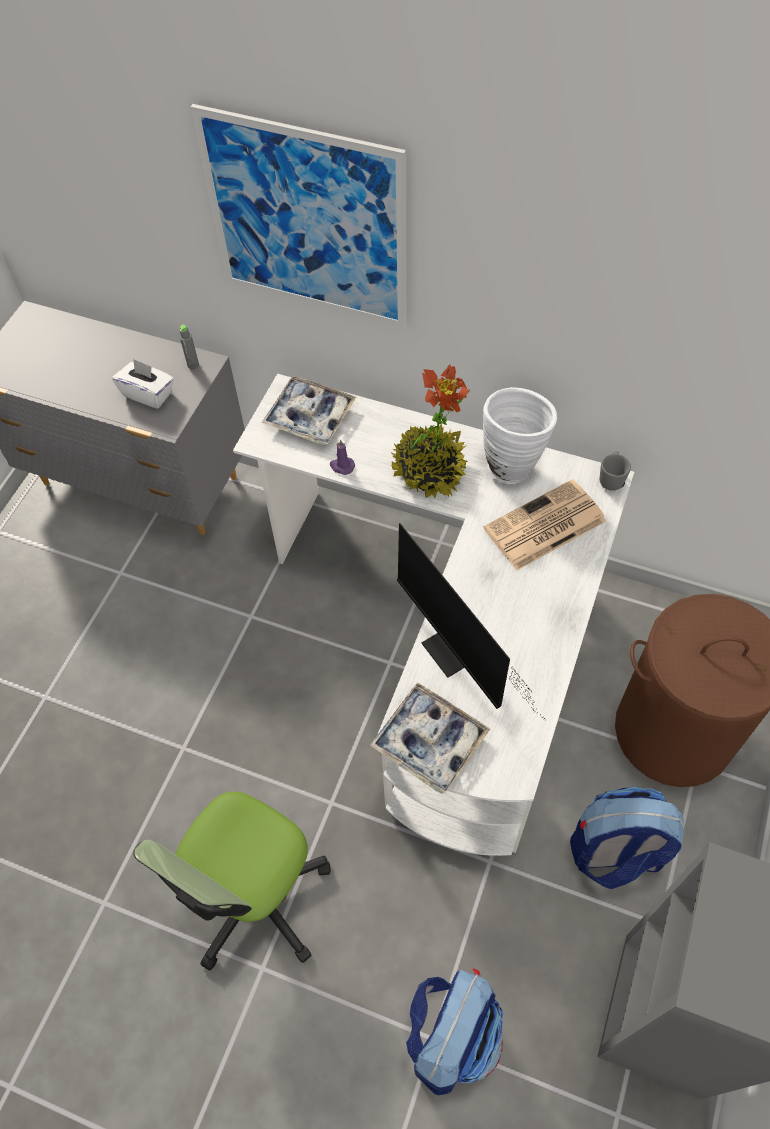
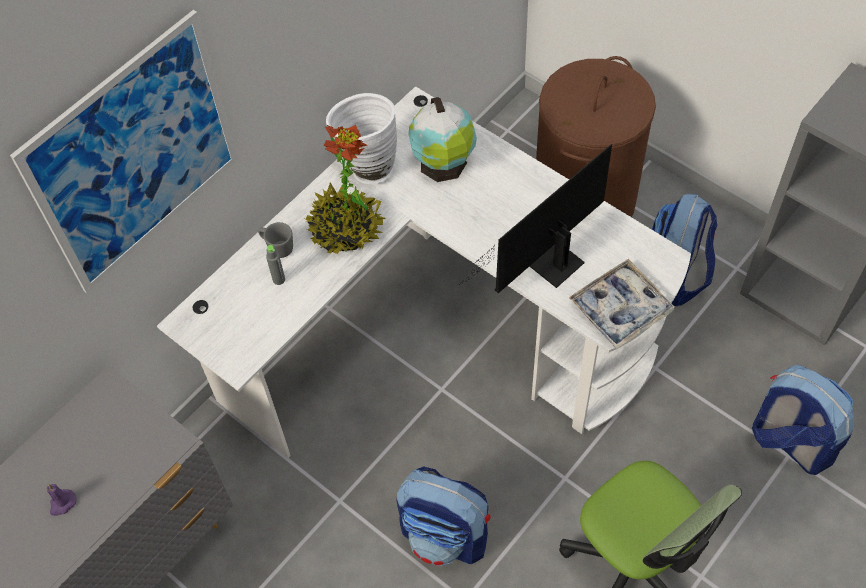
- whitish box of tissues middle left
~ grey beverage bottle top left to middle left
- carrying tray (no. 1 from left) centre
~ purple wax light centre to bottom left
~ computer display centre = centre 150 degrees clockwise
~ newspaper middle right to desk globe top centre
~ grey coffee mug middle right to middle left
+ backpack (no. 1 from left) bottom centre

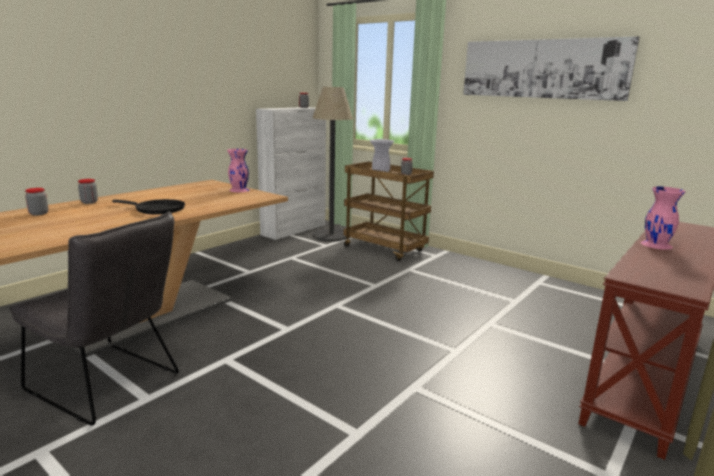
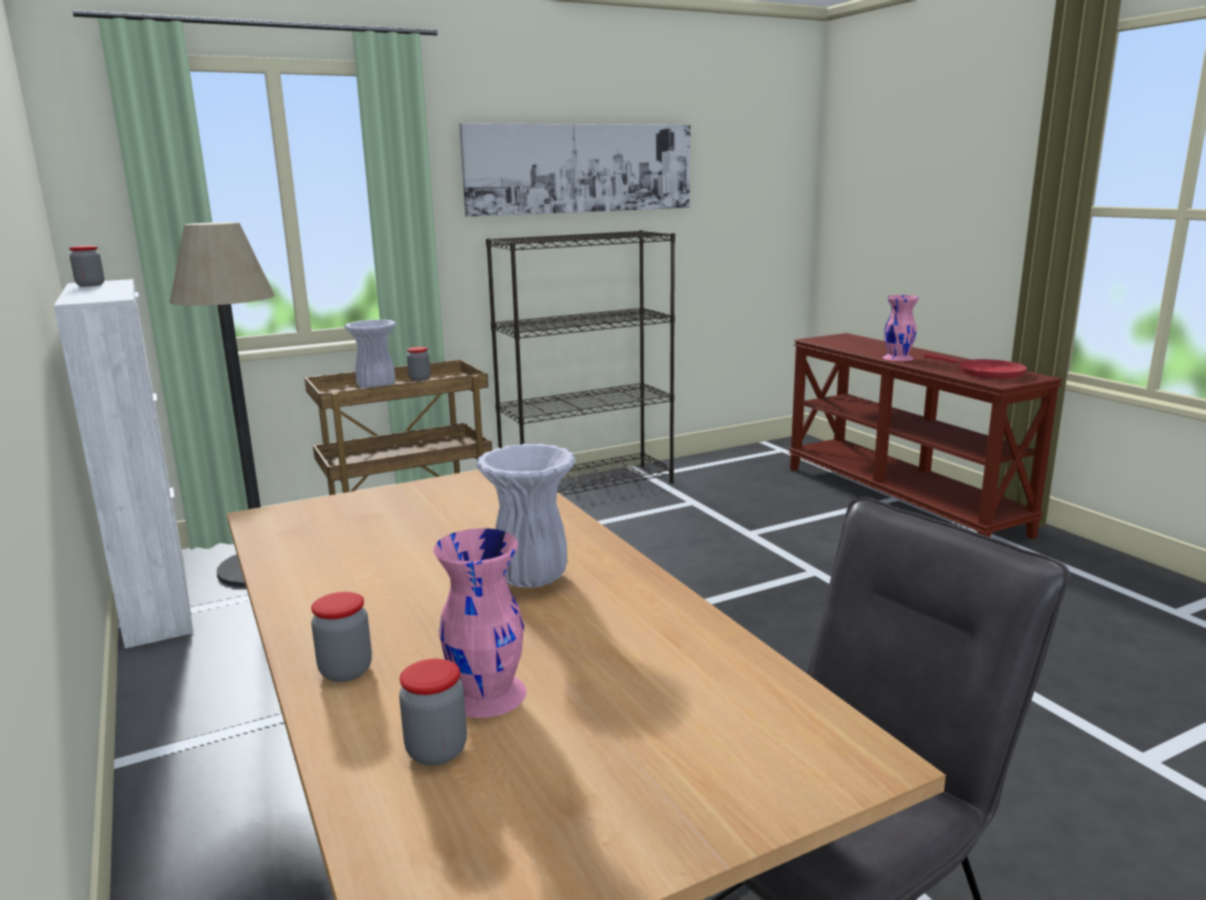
~ blackish pan middle left to whitish decorative vase (no. 2 from left) centre
~ pink decorative vase (no. 1 from left) centre to bottom centre
+ blackish shelving unit centre
+ red-coloured pan middle right

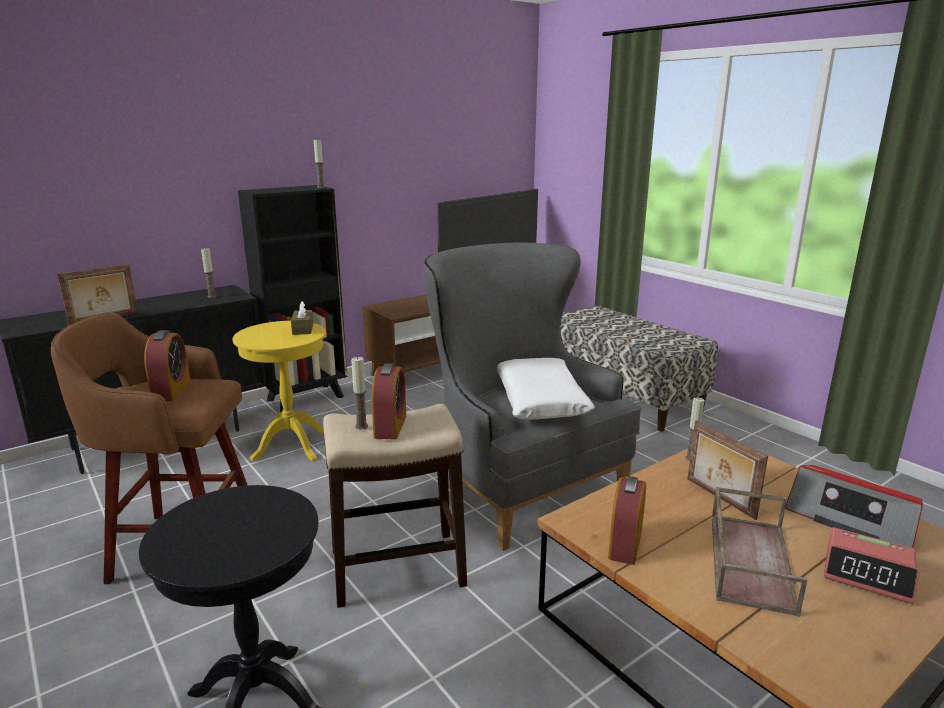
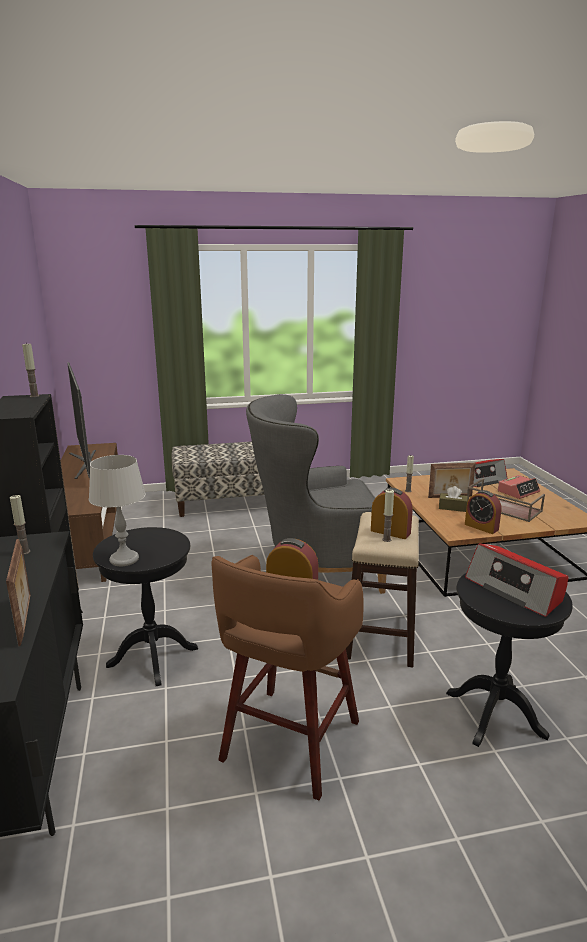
~ yellow accent table middle left to blackish accent table (no. 1 from left) middle left
~ brown-coloured box of tissues middle left to middle right
- whitish throw pillow centre
+ grey tabletop lamp middle left
+ radio set (no. 2 from left) middle right

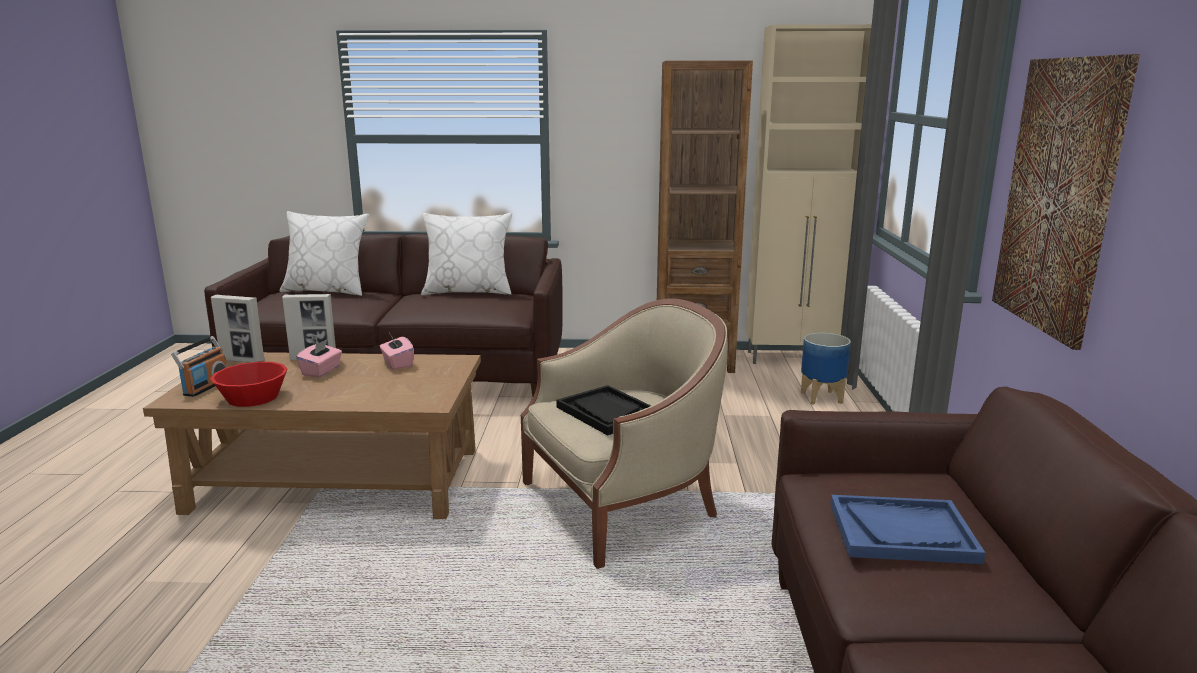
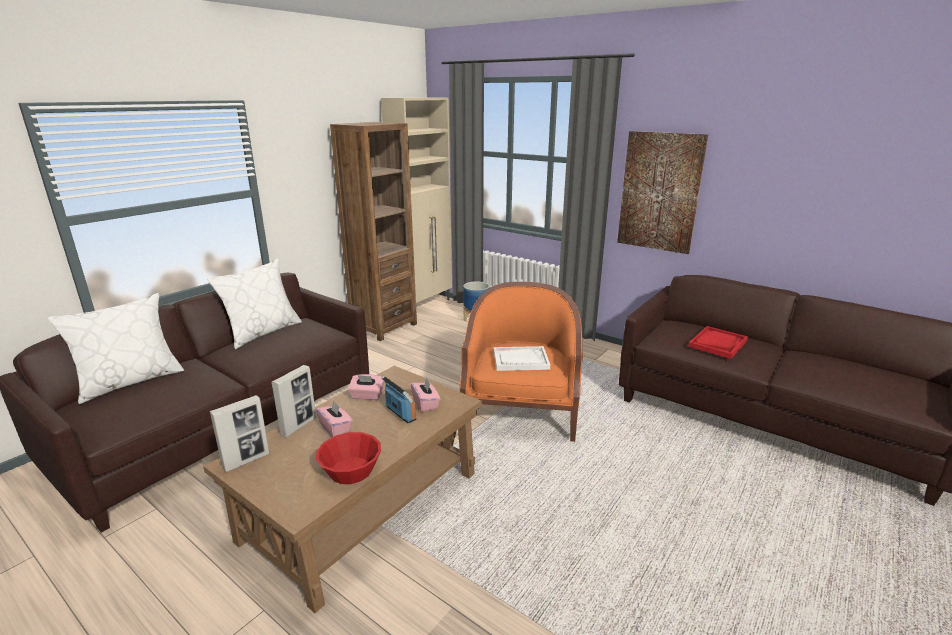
~ radio set middle left to centre
~ beige armchair centre to orange-coloured armchair centre
~ blackish carrying tray centre to whitish carrying tray centre
~ bluish carrying tray bottom right to red-coloured carrying tray middle right
+ pink box of tissues (no. 3 from left) centre

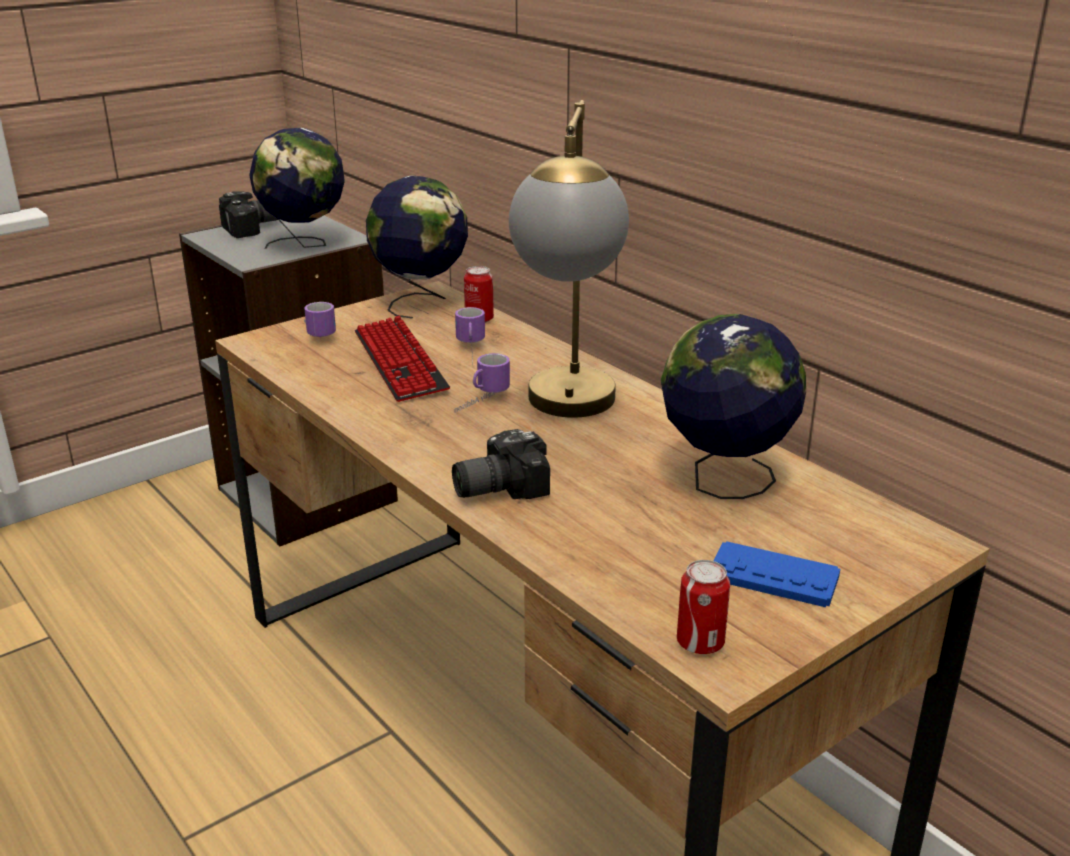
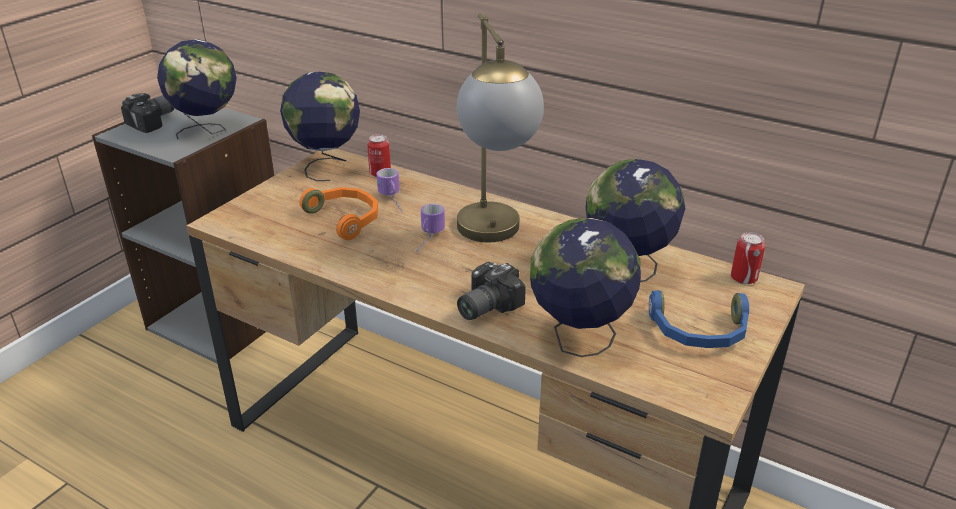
- coffee mug (no. 1 from left) middle left
~ computer keyboard centre to orange-coloured headset centre
~ can (no. 2 from left) bottom centre to middle right
~ bluish game controller bottom right to bluish headset middle right
+ desk globe (no. 3 from left) centre

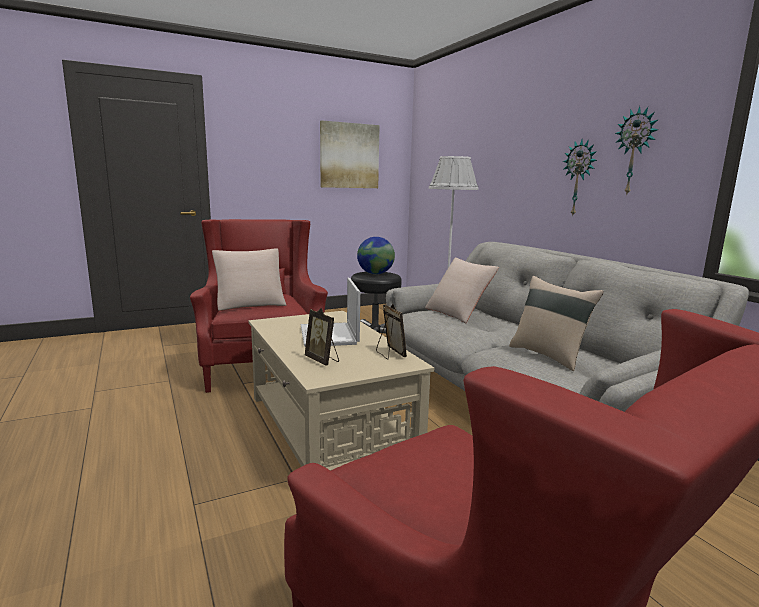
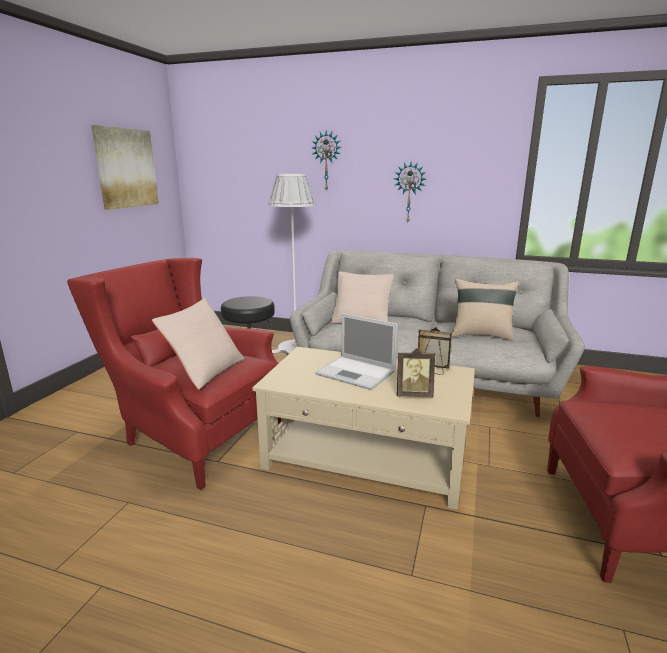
- desk globe centre
~ wall clock (no. 2 from left in the first image) top right to wall clock (no. 1 from left) top centre

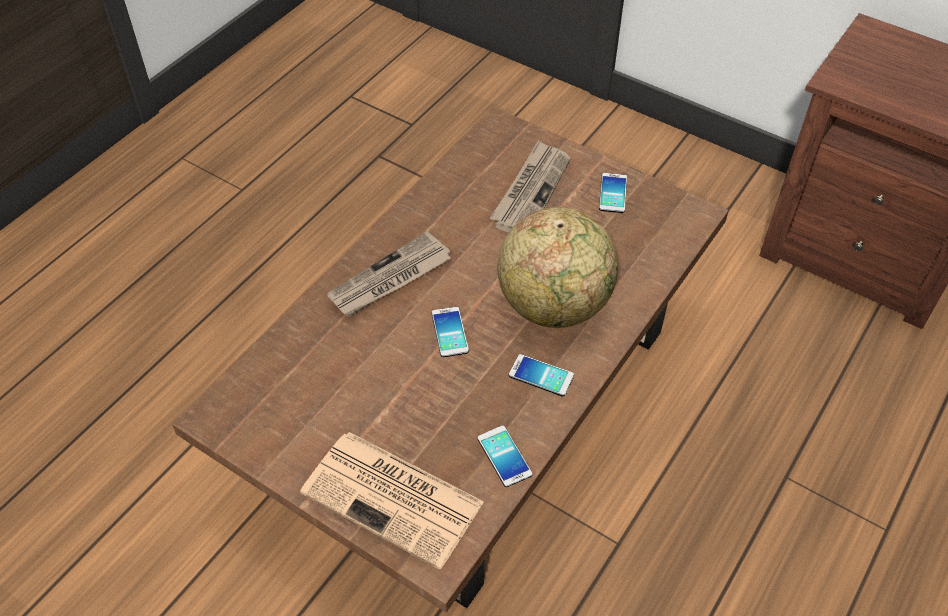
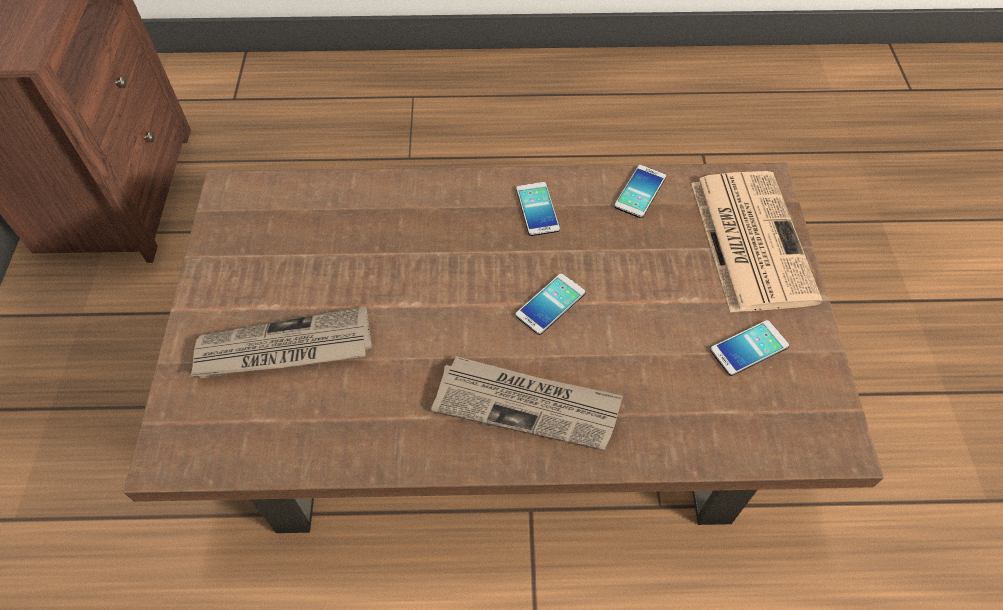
- desk globe centre
~ telephone (no. 4 from left) top centre to middle right

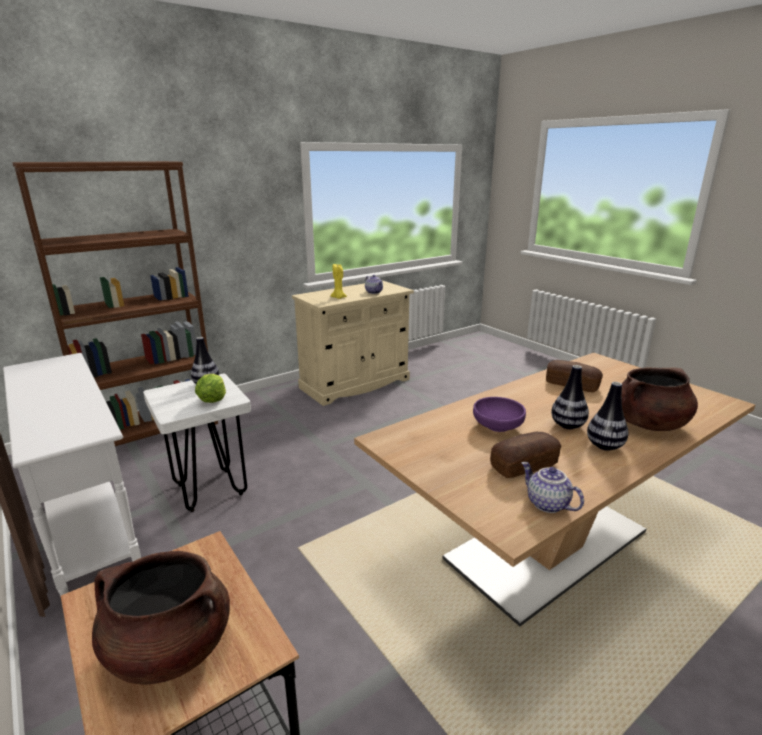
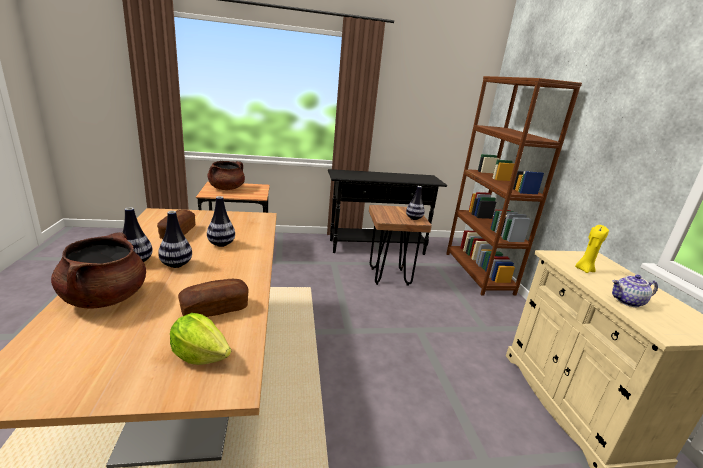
~ whitish narrow table middle left to blackish narrow table centre
~ whitish stool seat middle left to brown-coloured stool seat centre
~ lettuce head middle left to bottom left
~ purple serving bowl centre to decorative vase (no. 3 from left) middle left
- pot for tea (no. 2 from left) middle right

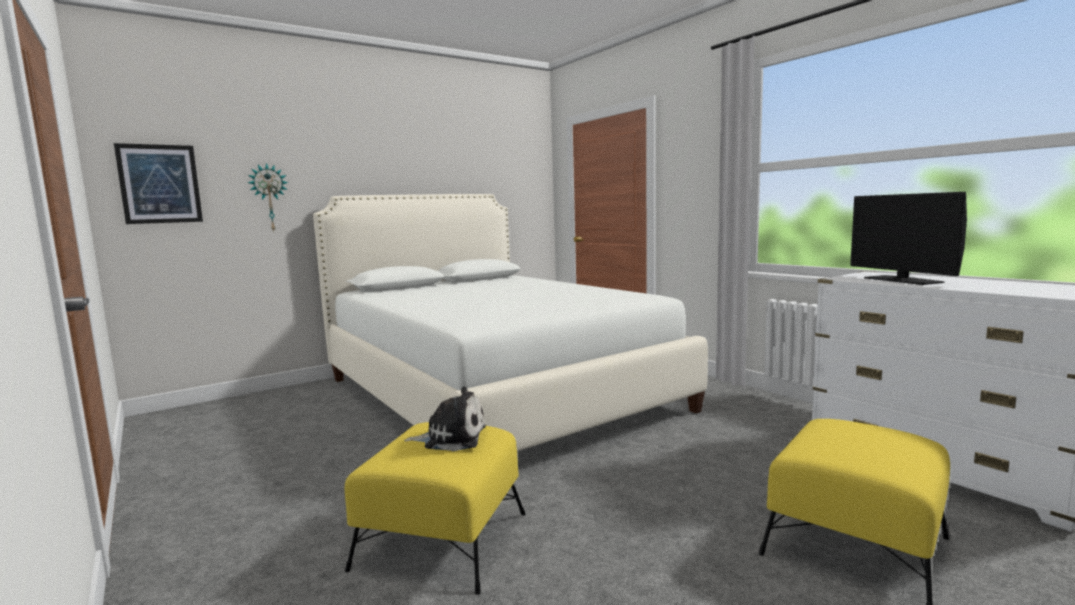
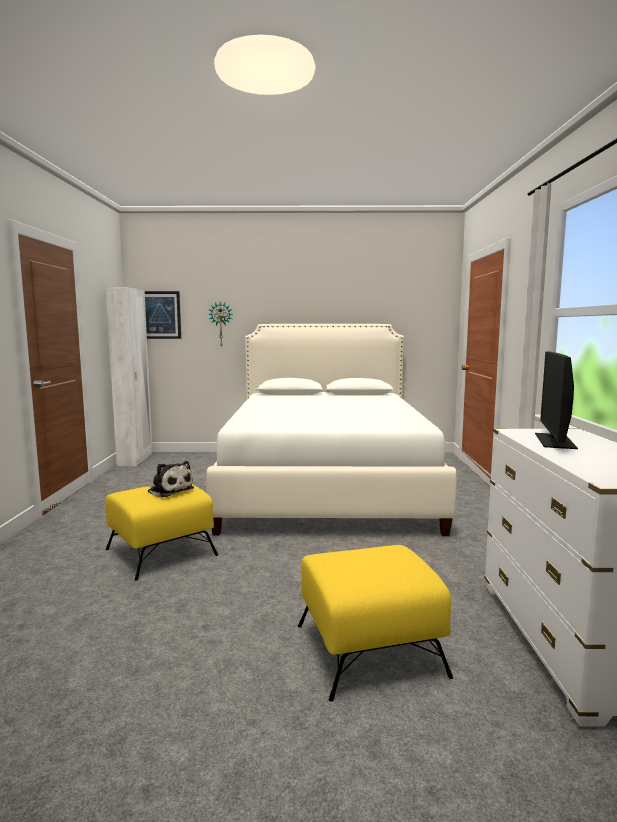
+ whitish wardrobe middle left

